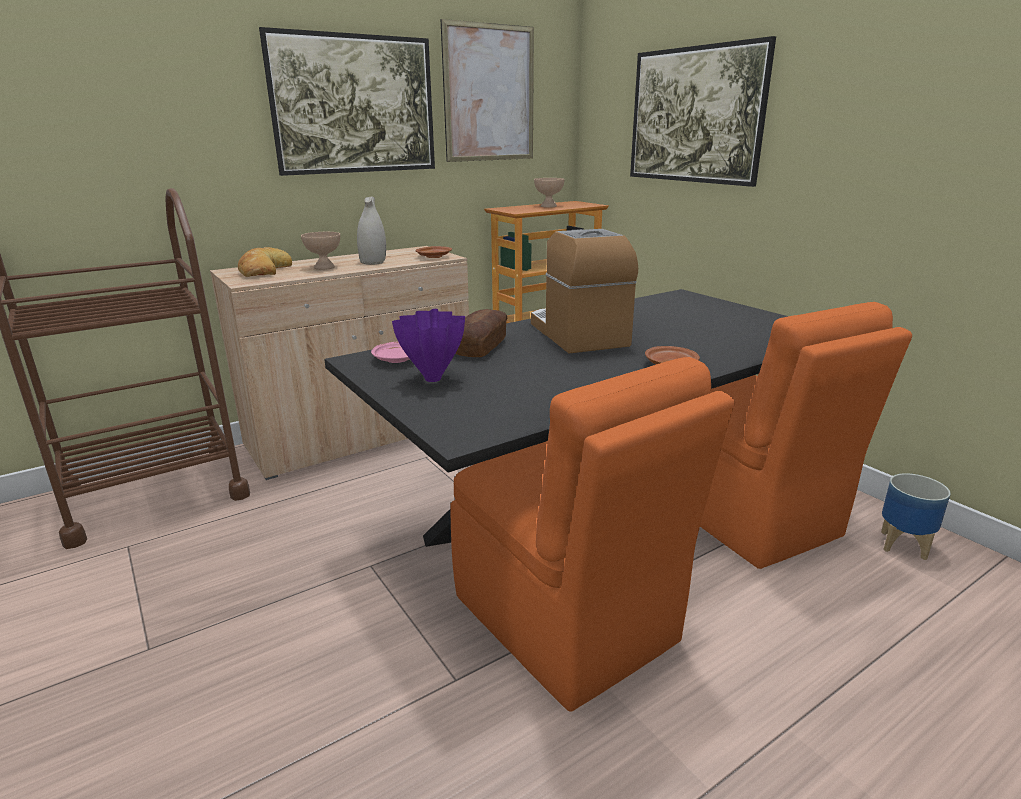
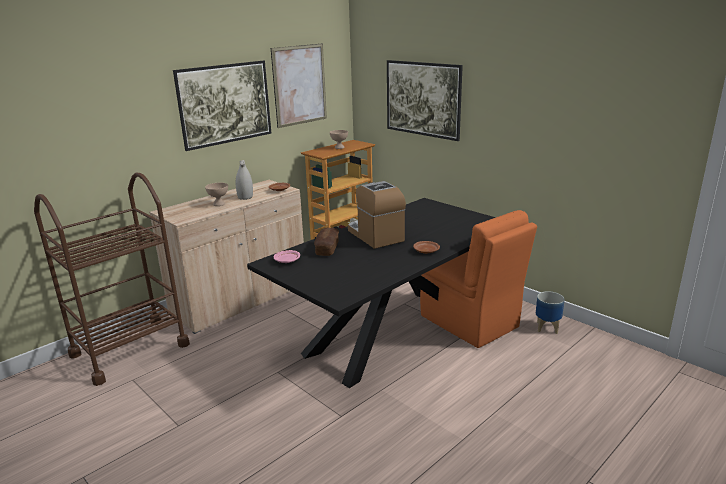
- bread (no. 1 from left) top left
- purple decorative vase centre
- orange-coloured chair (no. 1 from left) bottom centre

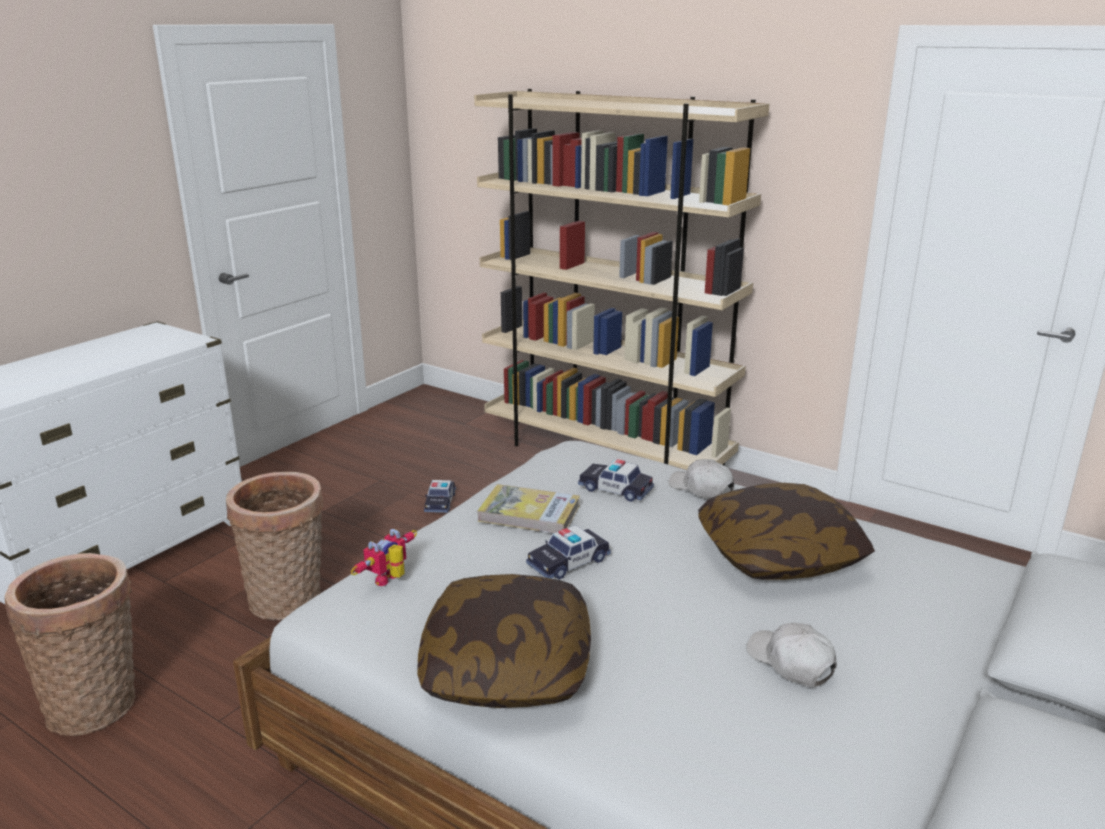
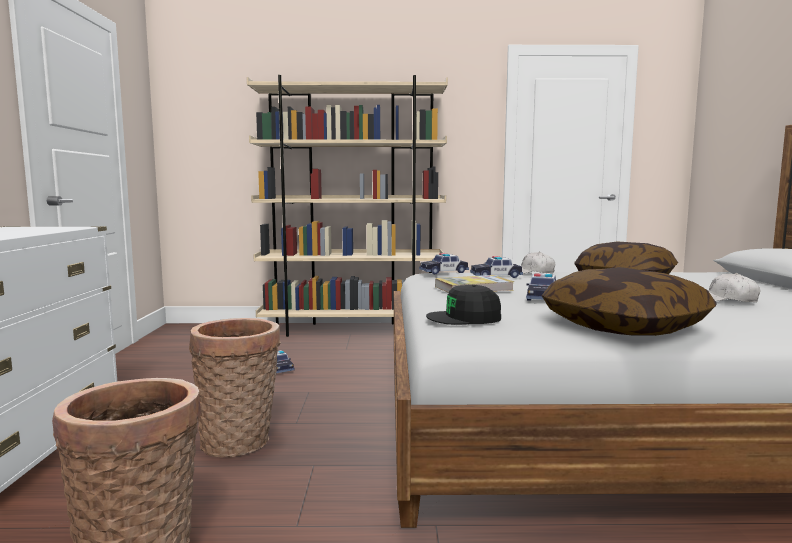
~ robot figure bottom centre to blackish baseball cap centre
+ toy car (no. 2 from left) centre

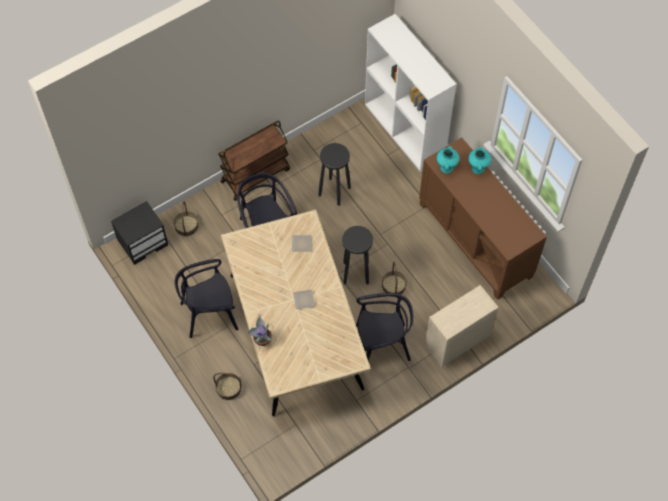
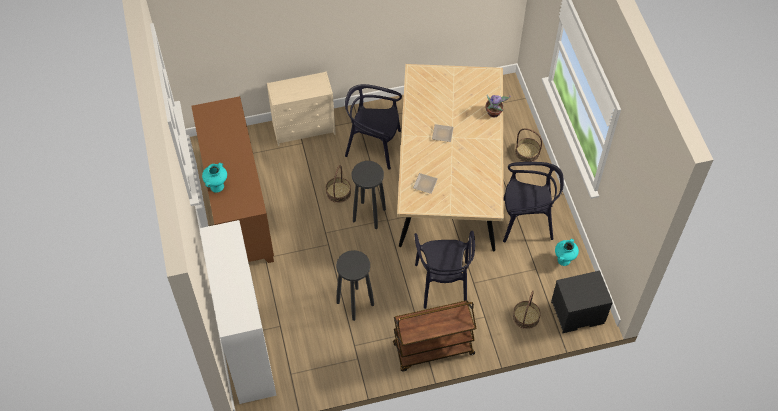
~ blue-green decorative vase (no. 1 from left in the first image) top right to blue-green decorative vase (no. 2 from left) middle right

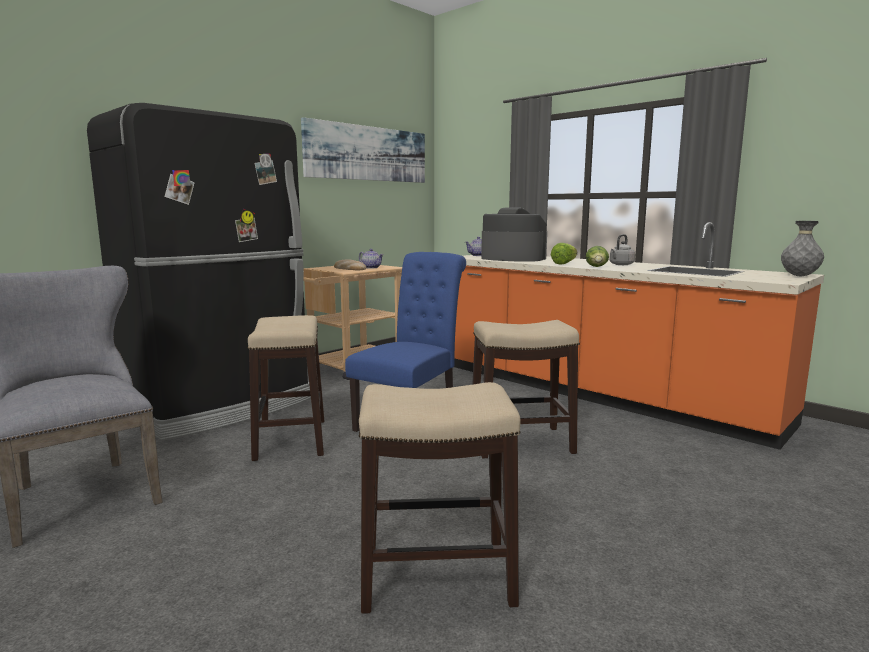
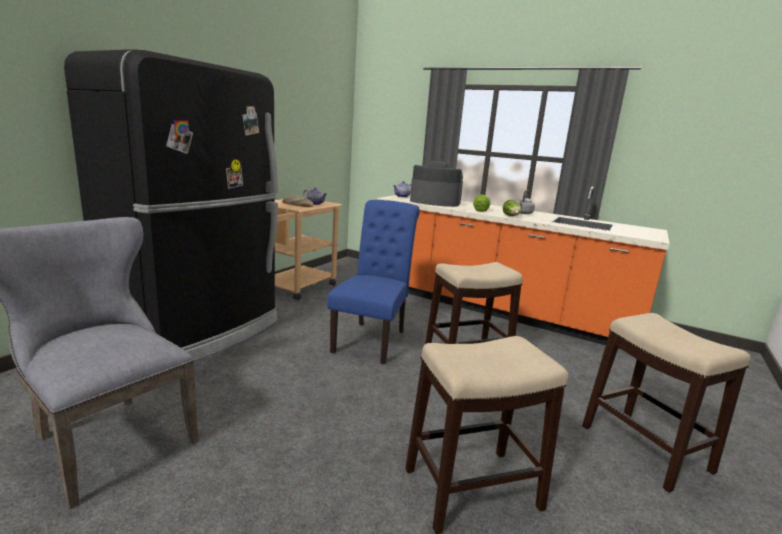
~ stool seat (no. 1 from left in the first image) middle left to stool seat (no. 3 from left) bottom right
- wall picture top centre
- grey decorative vase middle right

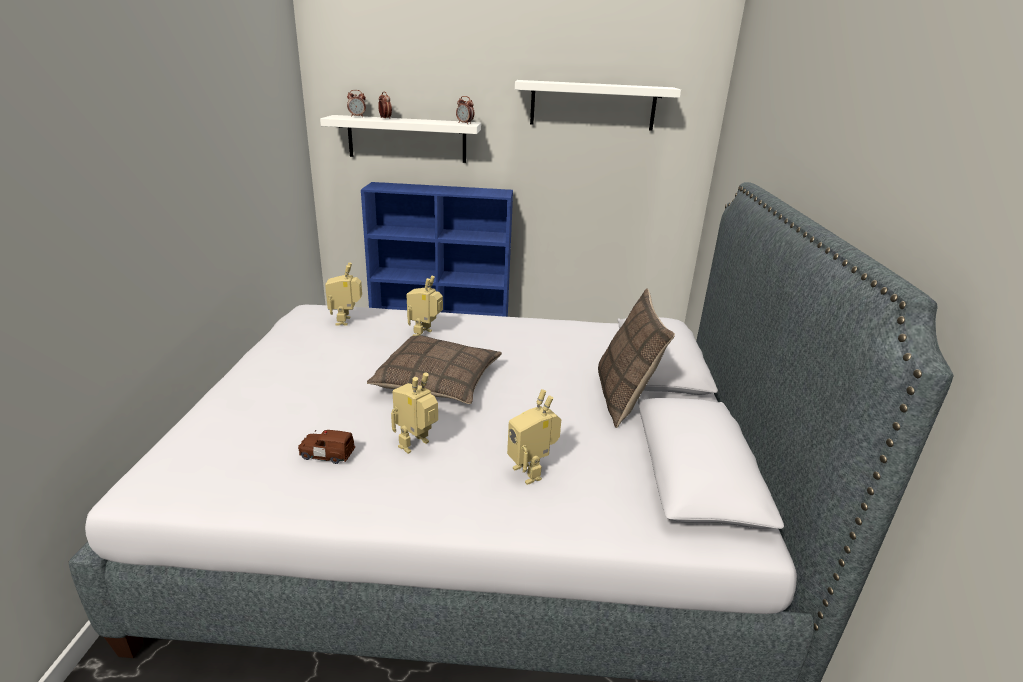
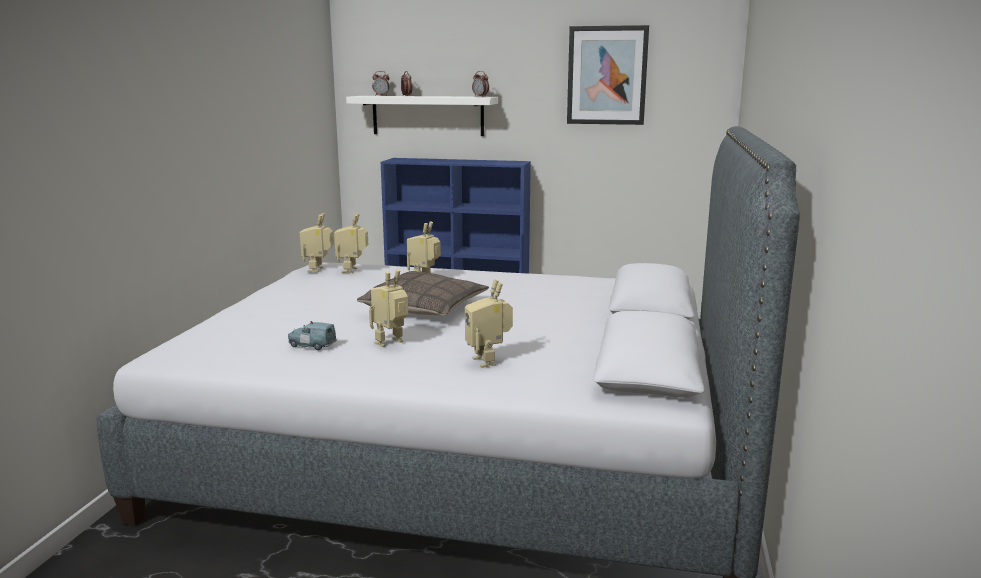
~ brown-coloured toy car middle left to bluish toy car middle left
~ whitish bracket shelf (no. 2 from left) top centre to wall picture top centre
- throw pillow (no. 2 from left) centre
+ robot figure (no. 1 from left) middle left

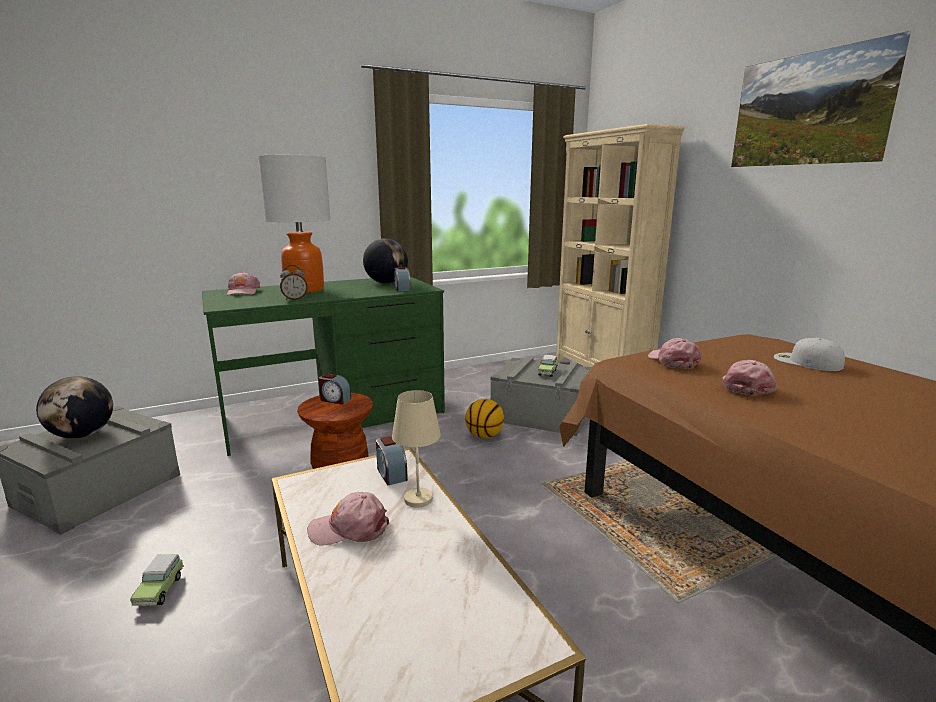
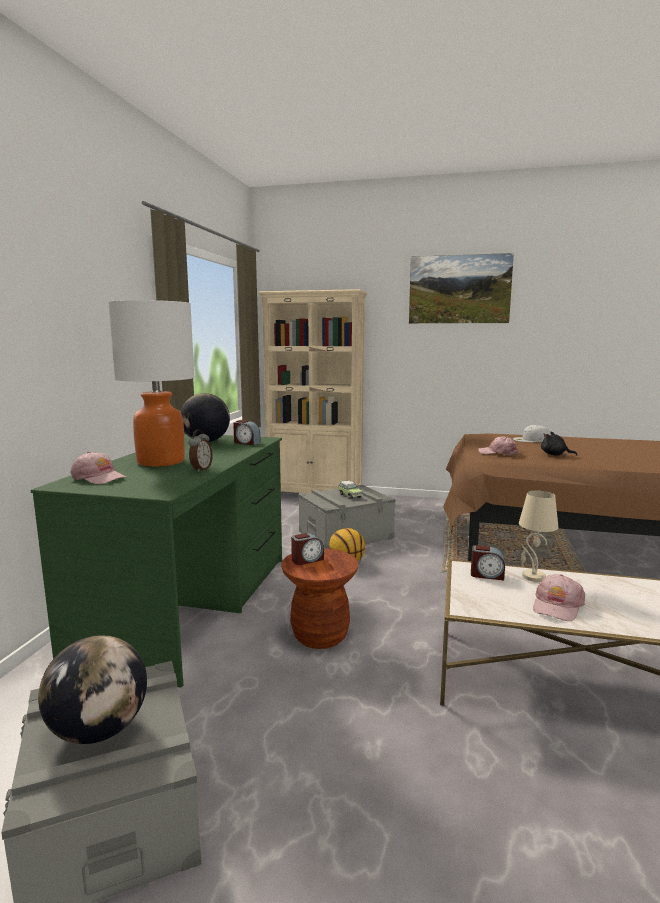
- toy car (no. 1 from left) bottom left
~ pink baseball cap (no. 4 from left) middle right to blackish plush toy middle right

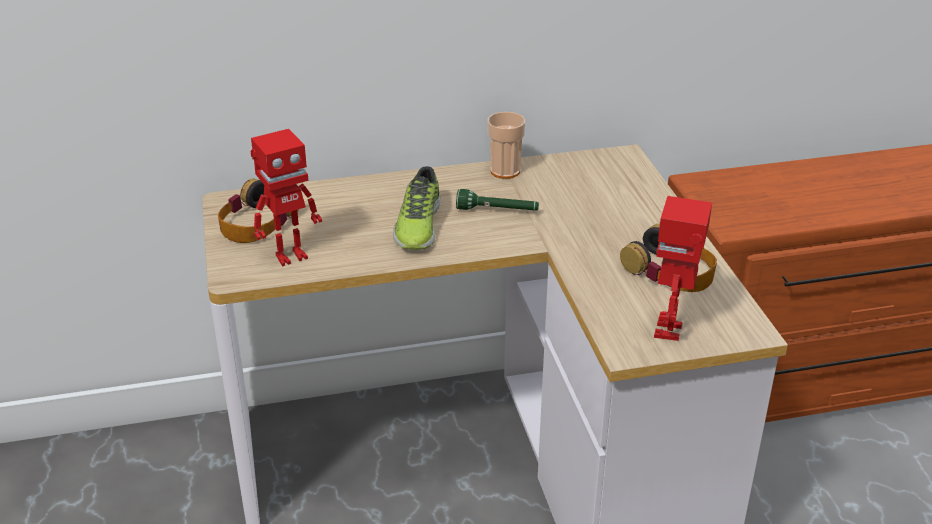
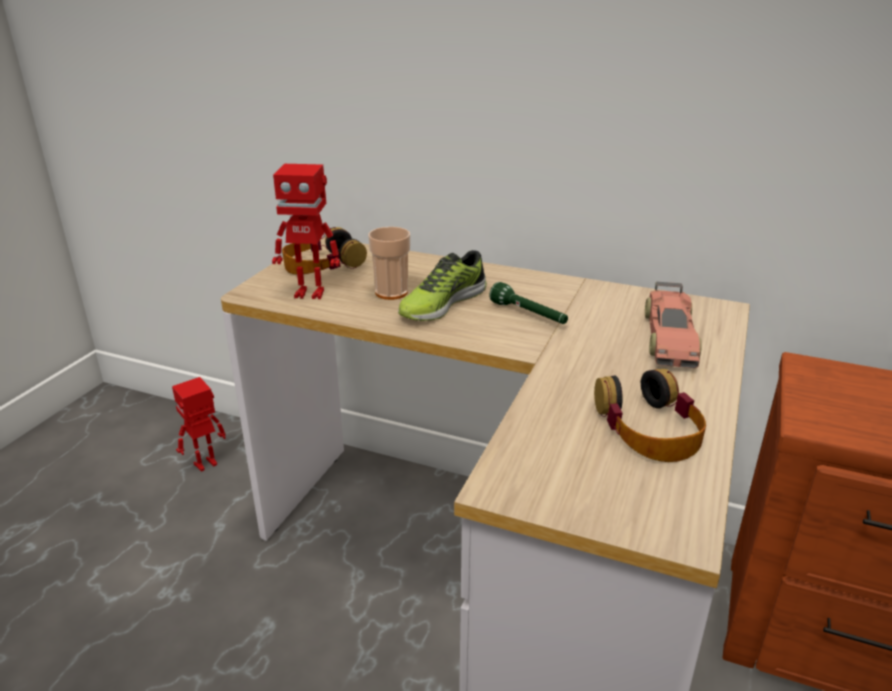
~ cup top centre to centre
~ robot figure (no. 2 from left in the first image) middle right to robot figure (no. 1 from left) middle left
+ toy car middle right

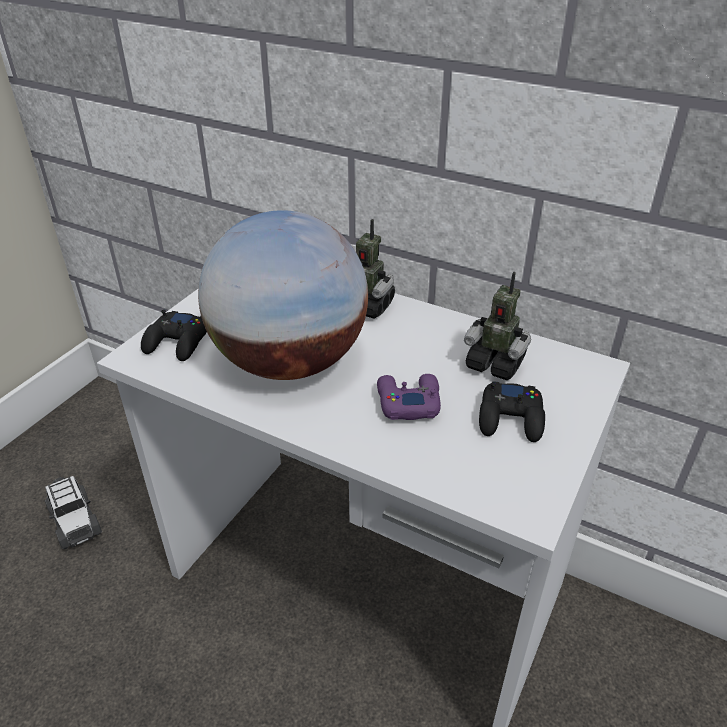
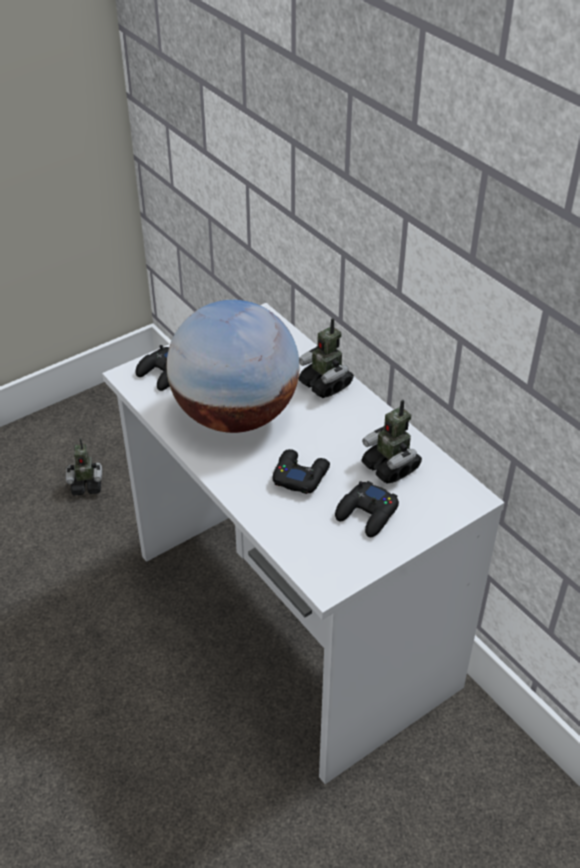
~ toy car bottom left to robot figure (no. 1 from left) middle left
~ purple game controller centre to blackish game controller (no. 2 from left) centre

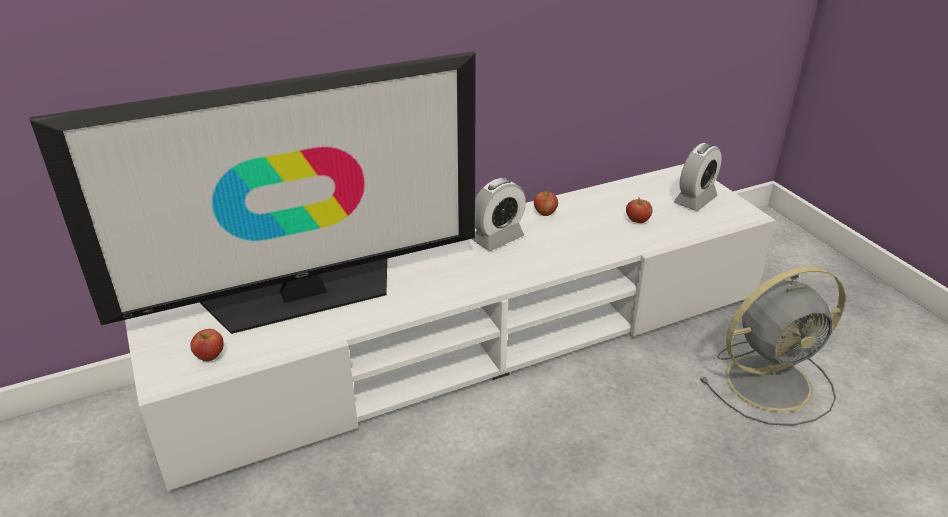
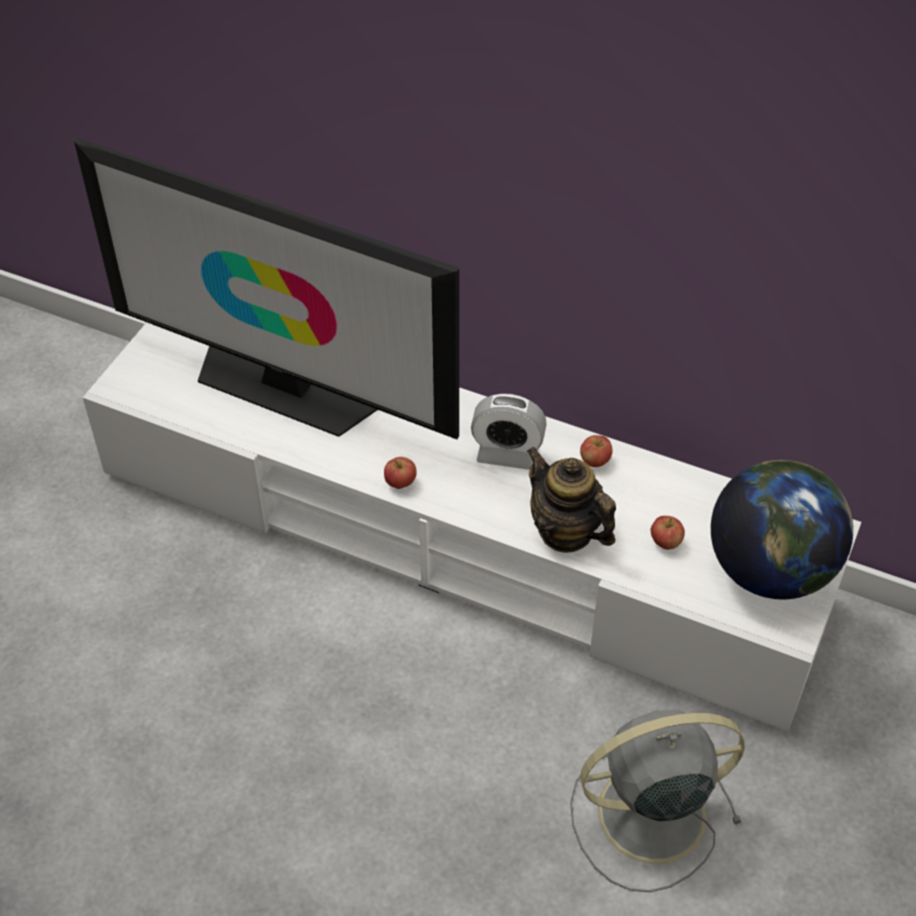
~ whole apple (no. 1 from left) bottom left to centre
~ alarm clock (no. 2 from left) middle right to desk globe middle right
~ grey fan bottom right = bottom right 135 degrees clockwise
+ pot for tea centre

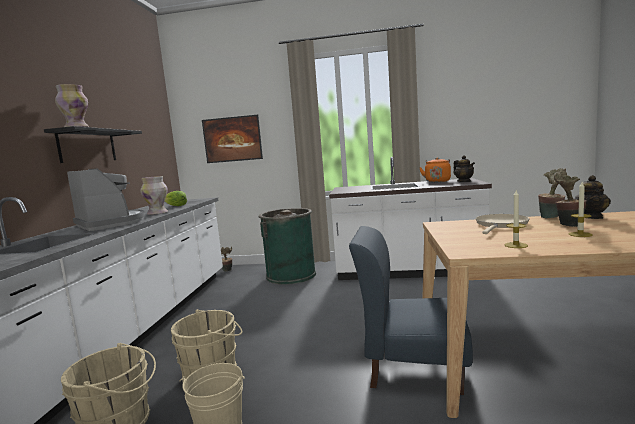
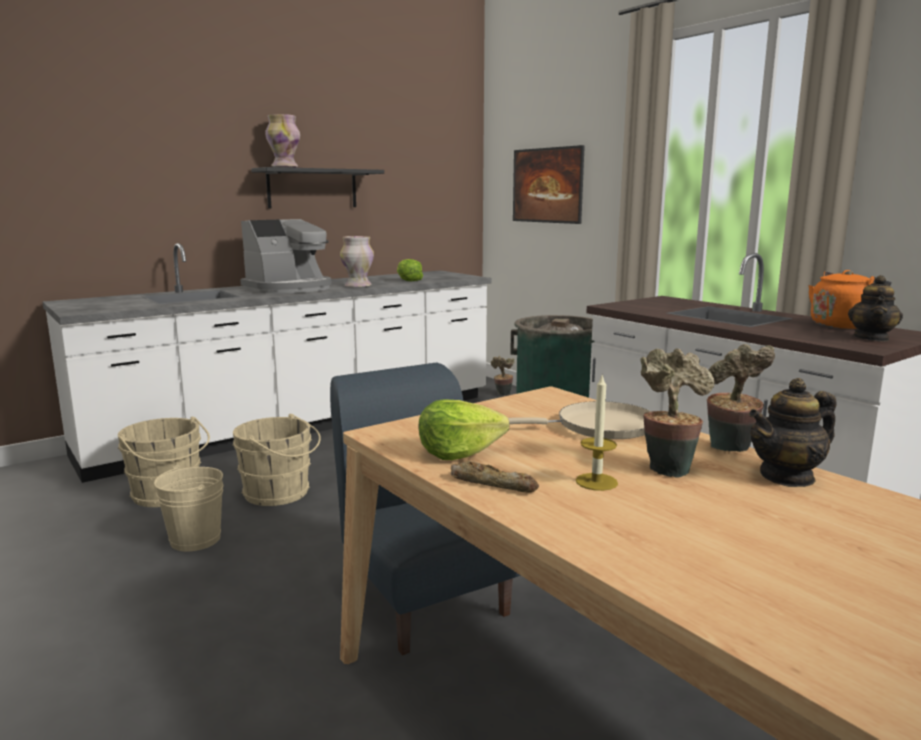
~ coffee machine middle left = middle left 45 degrees clockwise
~ wax light (no. 1 from left) middle right to lettuce head (no. 2 from left) centre
+ bread centre

